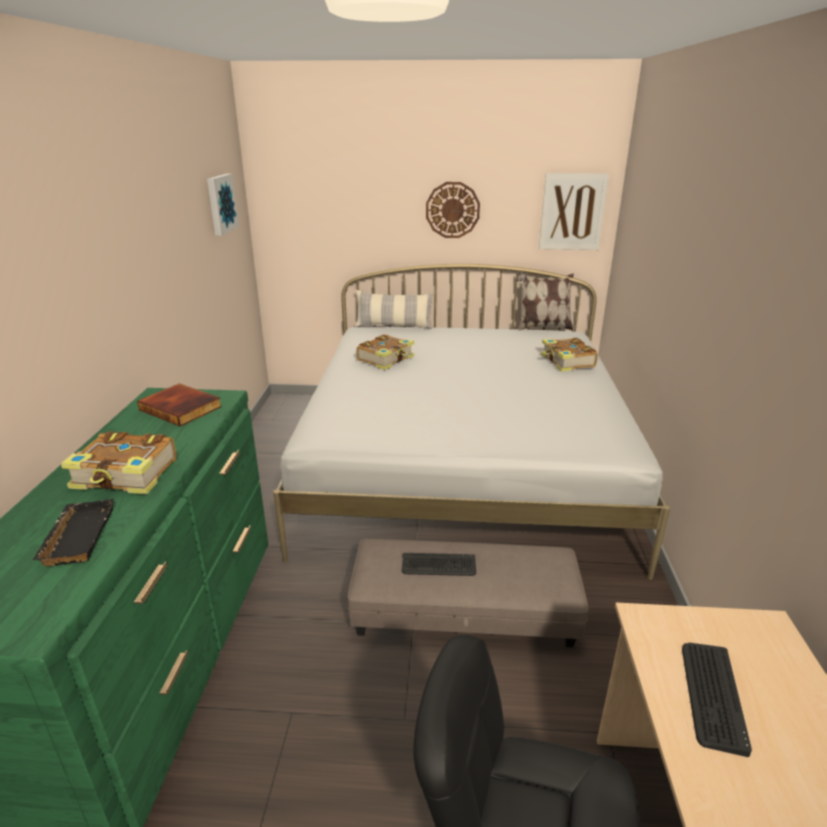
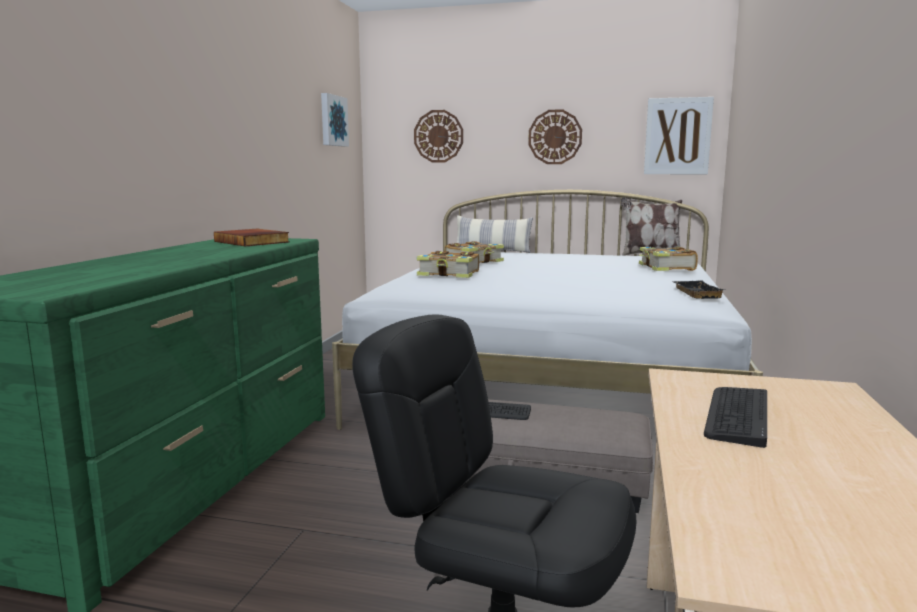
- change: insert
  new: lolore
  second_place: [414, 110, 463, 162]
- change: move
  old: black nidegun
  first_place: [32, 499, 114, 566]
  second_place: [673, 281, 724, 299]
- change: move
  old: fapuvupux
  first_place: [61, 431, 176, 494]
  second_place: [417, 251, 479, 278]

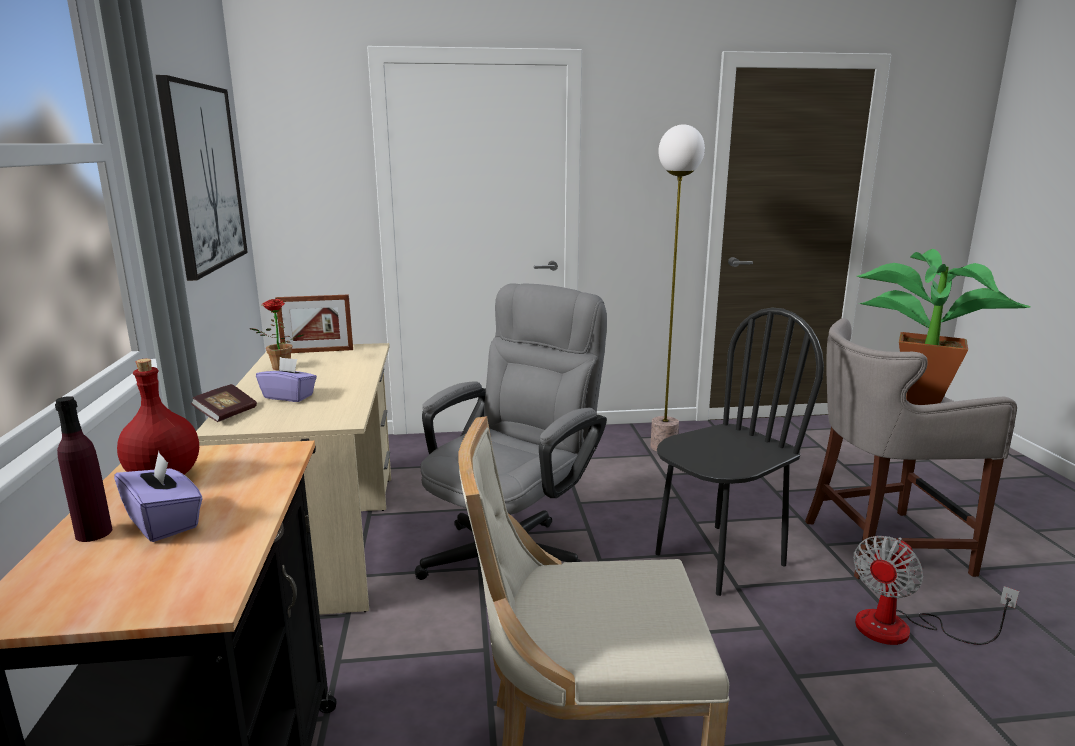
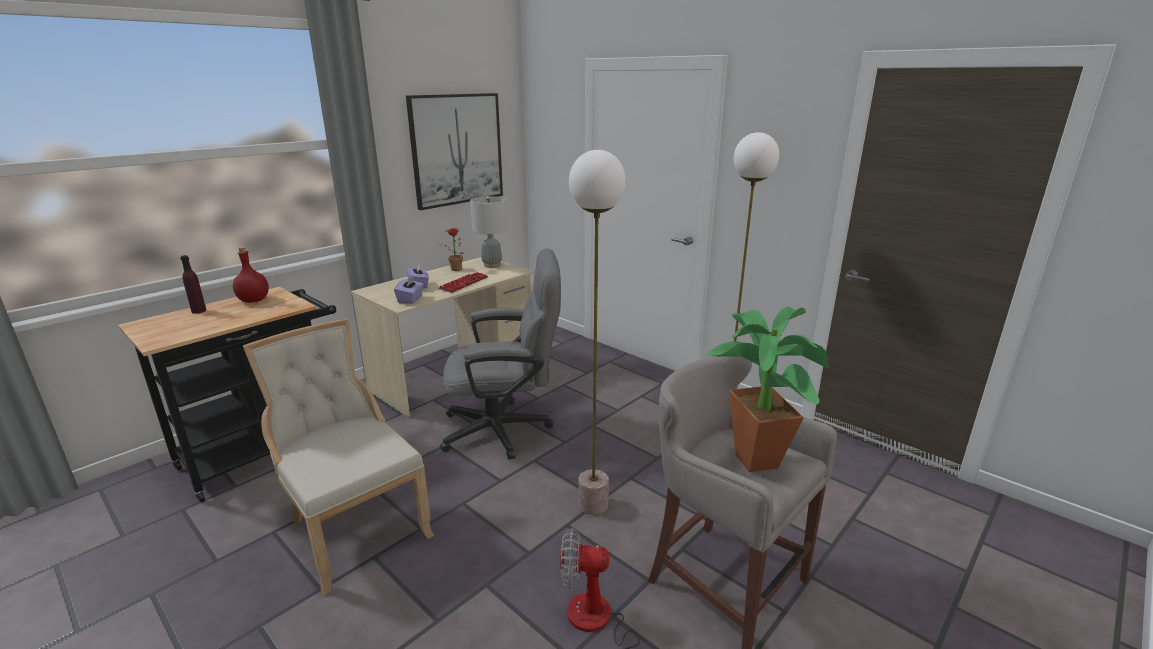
- change: delete
  old: fapuvupux
  first_place: [191, 384, 257, 422]
- change: insert
  new: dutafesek
  second_place: [439, 272, 488, 293]
- change: move
  old: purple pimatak
  first_place: [114, 451, 203, 542]
  second_place: [394, 276, 424, 304]
- change: replace
  old: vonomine
  new: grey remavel
  first_place: [275, 294, 353, 353]
  second_place: [470, 196, 508, 268]
- change: replace
  old: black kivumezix
  new: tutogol
  first_place: [655, 308, 824, 596]
  second_place: [569, 150, 626, 515]

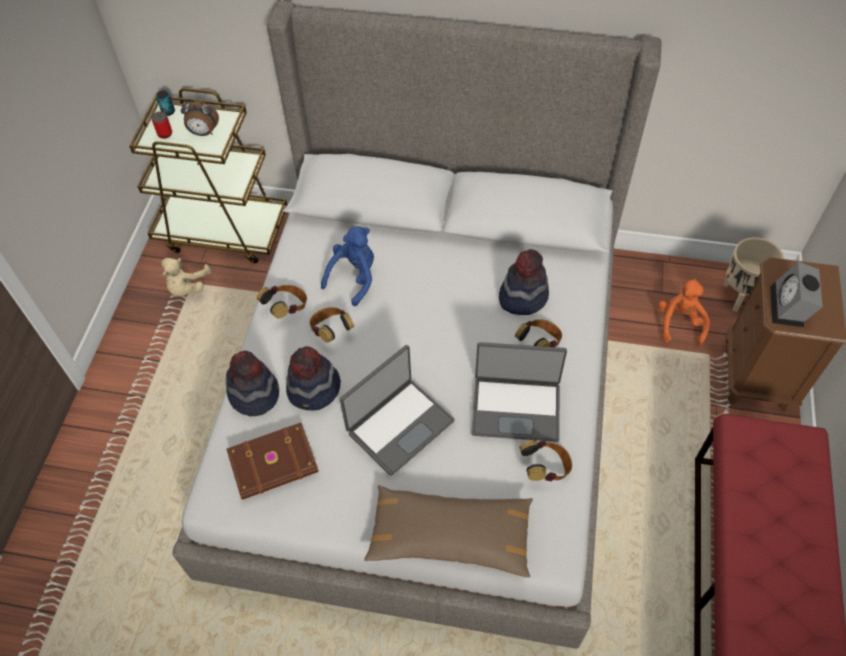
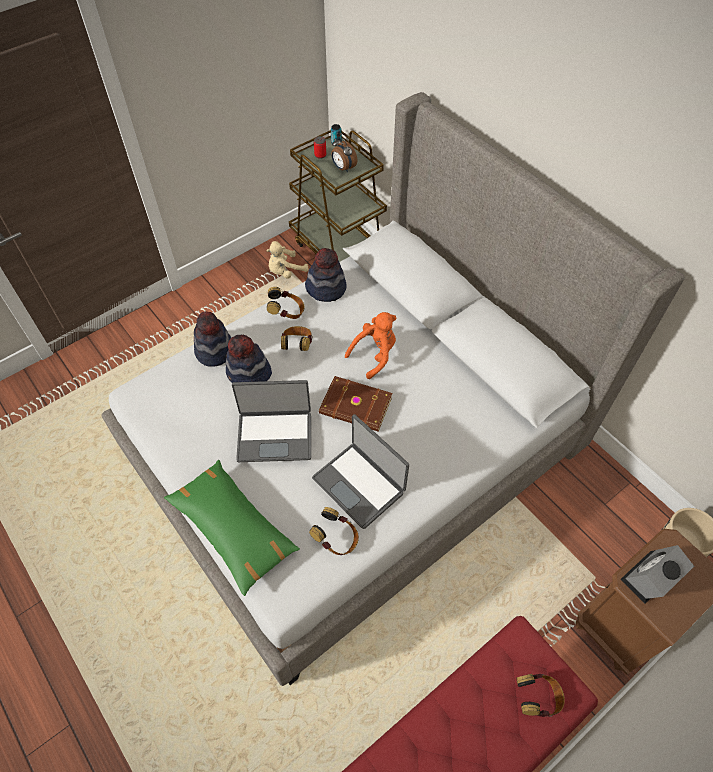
- change: delete
  old: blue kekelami
  first_place: [321, 226, 374, 306]
- change: move
  old: brown fapuvupux
  first_place: [226, 423, 319, 500]
  second_place: [319, 376, 392, 432]
- change: move
  old: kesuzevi
  first_place: [499, 249, 549, 315]
  second_place: [305, 248, 346, 302]
- change: move
  old: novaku
  first_place: [515, 319, 562, 347]
  second_place: [516, 674, 565, 717]
- change: move
  old: orange kekelami
  first_place: [658, 279, 710, 346]
  second_place: [345, 312, 397, 379]
- change: recolor
  old: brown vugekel
  new: green vugekel
  first_place: [364, 485, 533, 577]
  second_place: [164, 460, 300, 596]

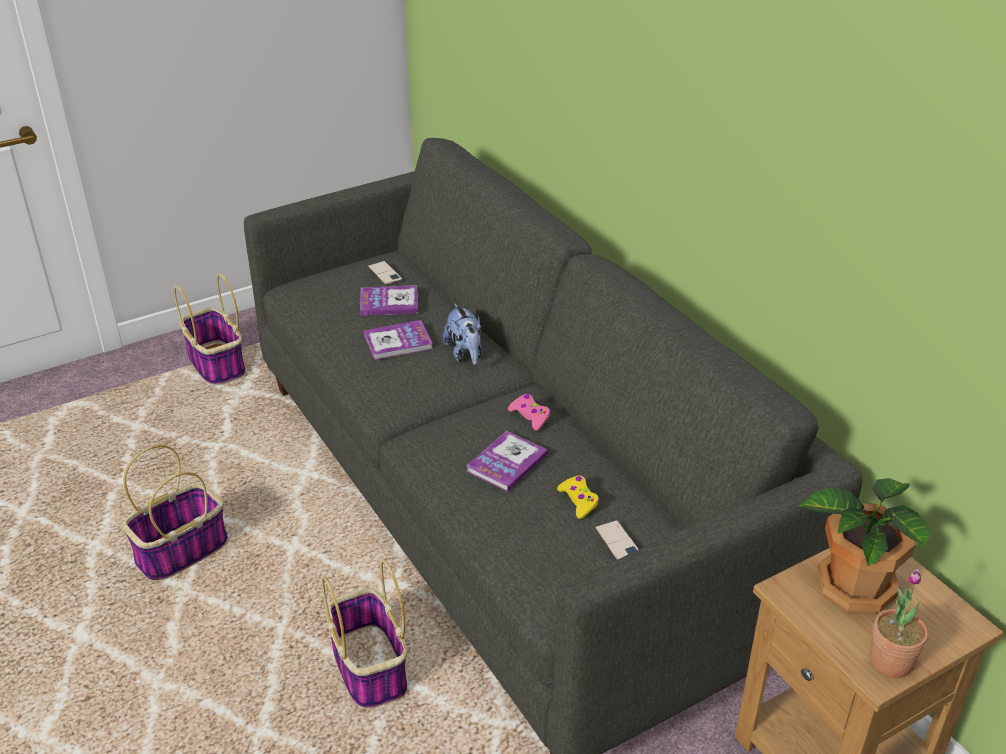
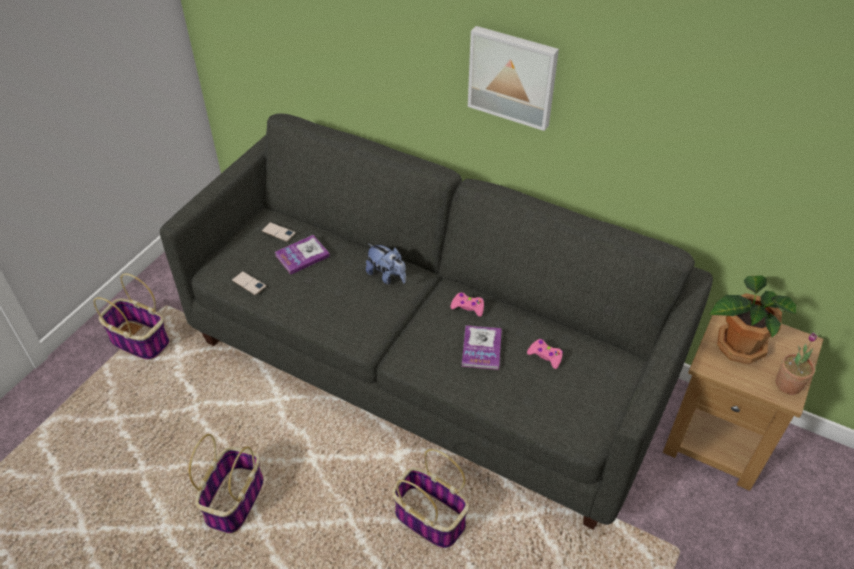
- change: delete
  old: fapuvupux
  first_place: [364, 320, 433, 360]
- change: insert
  new: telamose
  second_place: [468, 26, 559, 131]
- change: move
  old: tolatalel
  first_place: [595, 520, 639, 559]
  second_place: [232, 271, 267, 295]
- change: recolor
  old: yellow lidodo
  new: pink lidodo
  first_place: [557, 476, 600, 519]
  second_place: [527, 339, 563, 369]

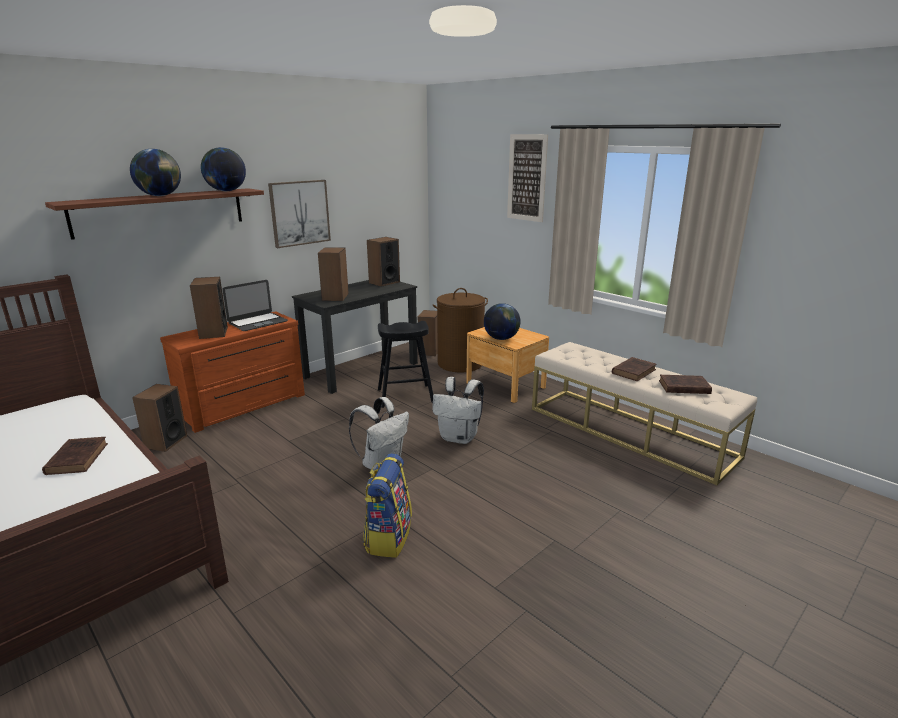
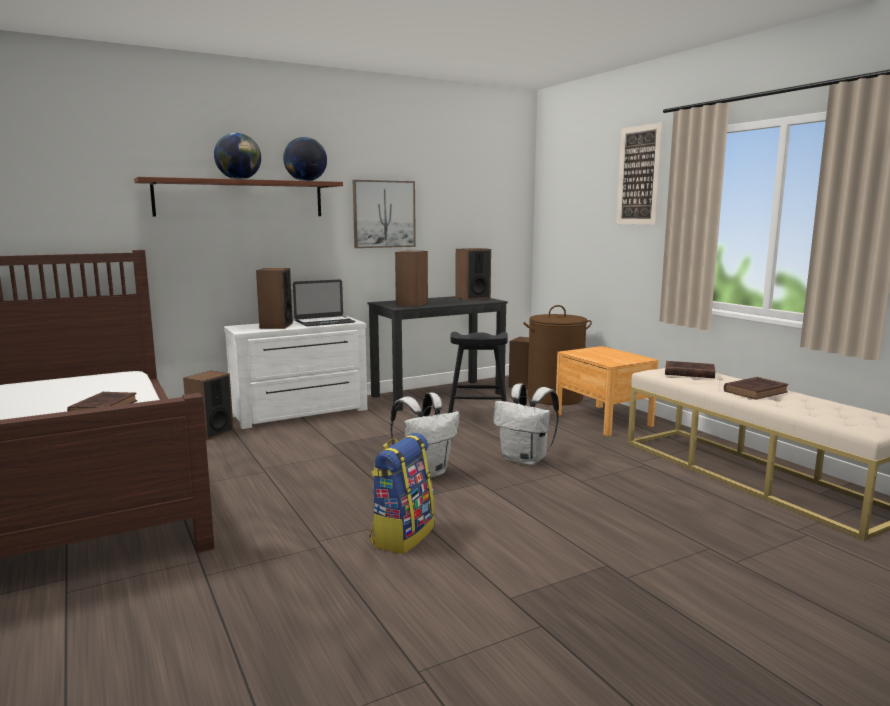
- change: delete
  old: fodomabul
  first_place: [484, 303, 521, 340]
- change: move
  old: brown fapuvupux
  first_place: [659, 375, 712, 394]
  second_place: [665, 361, 715, 378]
- change: recolor
  old: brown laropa
  new: white laropa
  first_place: [160, 311, 305, 433]
  second_place: [224, 317, 367, 429]

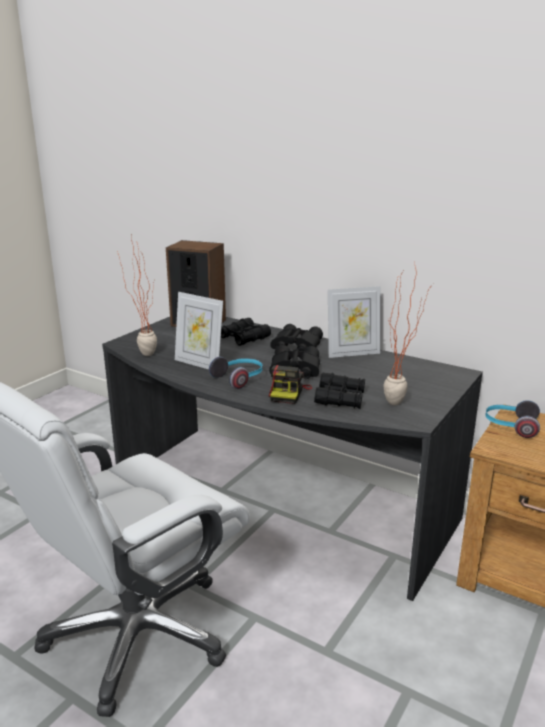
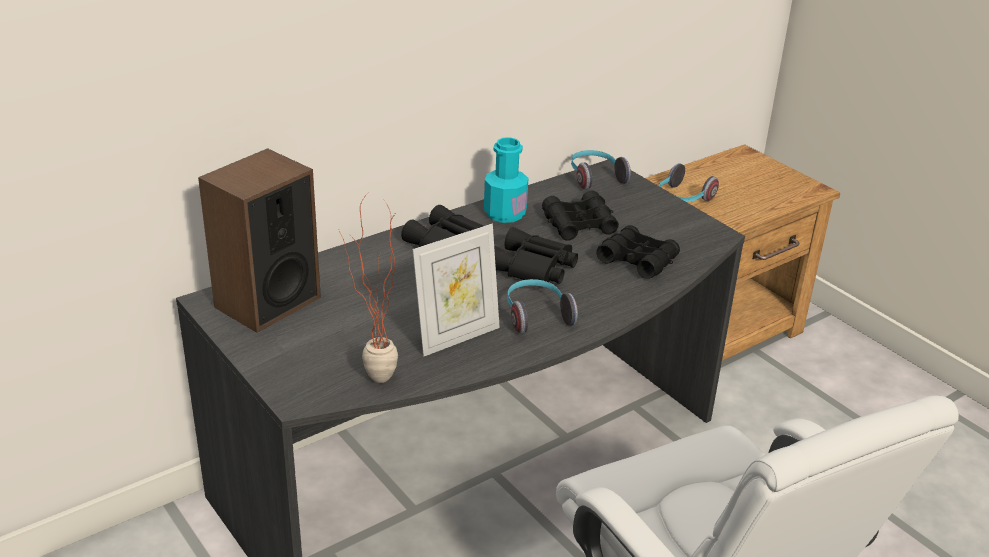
- change: delete
  old: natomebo
  first_place: [269, 365, 312, 404]
- change: delete
  old: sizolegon
  first_place: [383, 261, 433, 405]
- change: insert
  new: novaku
  second_place: [571, 150, 631, 190]
- change: move
  old: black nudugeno
  first_place: [221, 318, 271, 346]
  second_place: [542, 190, 619, 241]
- change: replace
  old: vonomine
  new: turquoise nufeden
  first_place: [328, 286, 380, 358]
  second_place: [484, 137, 529, 223]

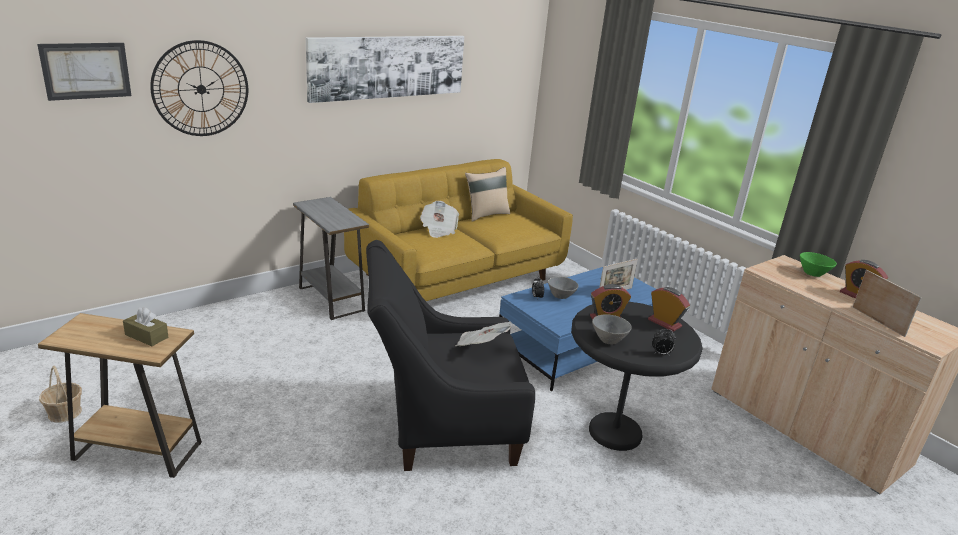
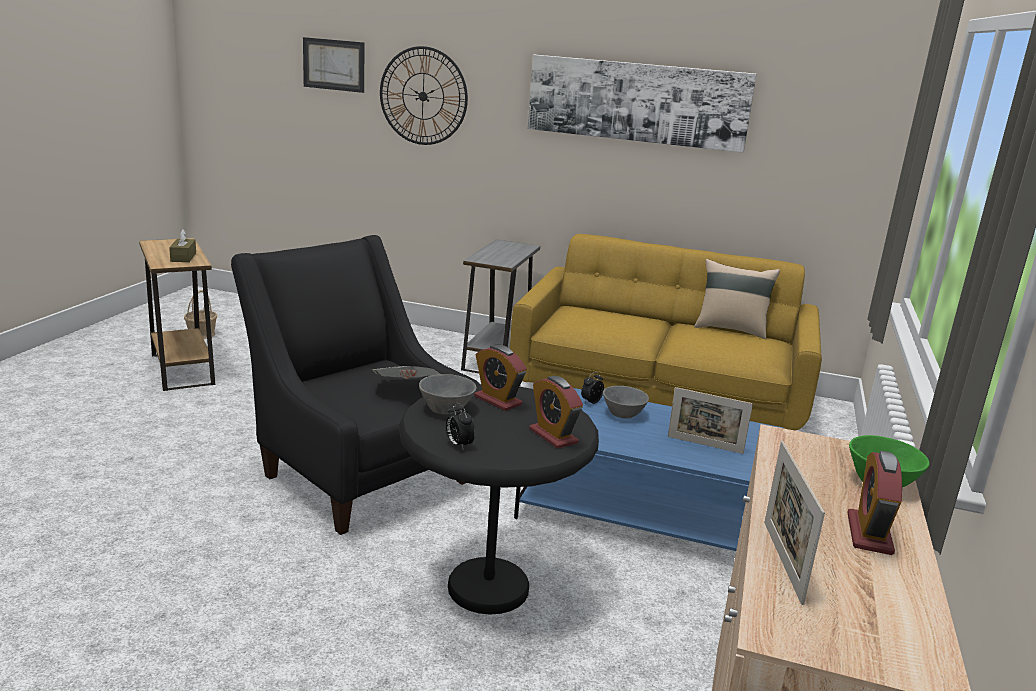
- change: delete
  old: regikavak
  first_place: [420, 201, 459, 238]
- change: rotate
  old: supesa
  first_place: [648, 287, 690, 332]
  second_place: [529, 376, 583, 449]
  degrees: 135
- change: rotate
  old: vonomine
  first_place: [853, 270, 922, 337]
  second_place: [764, 441, 825, 605]
  degrees: 150

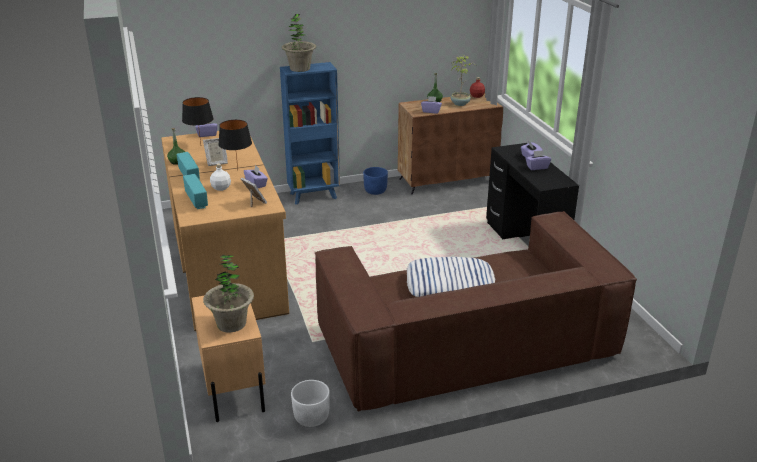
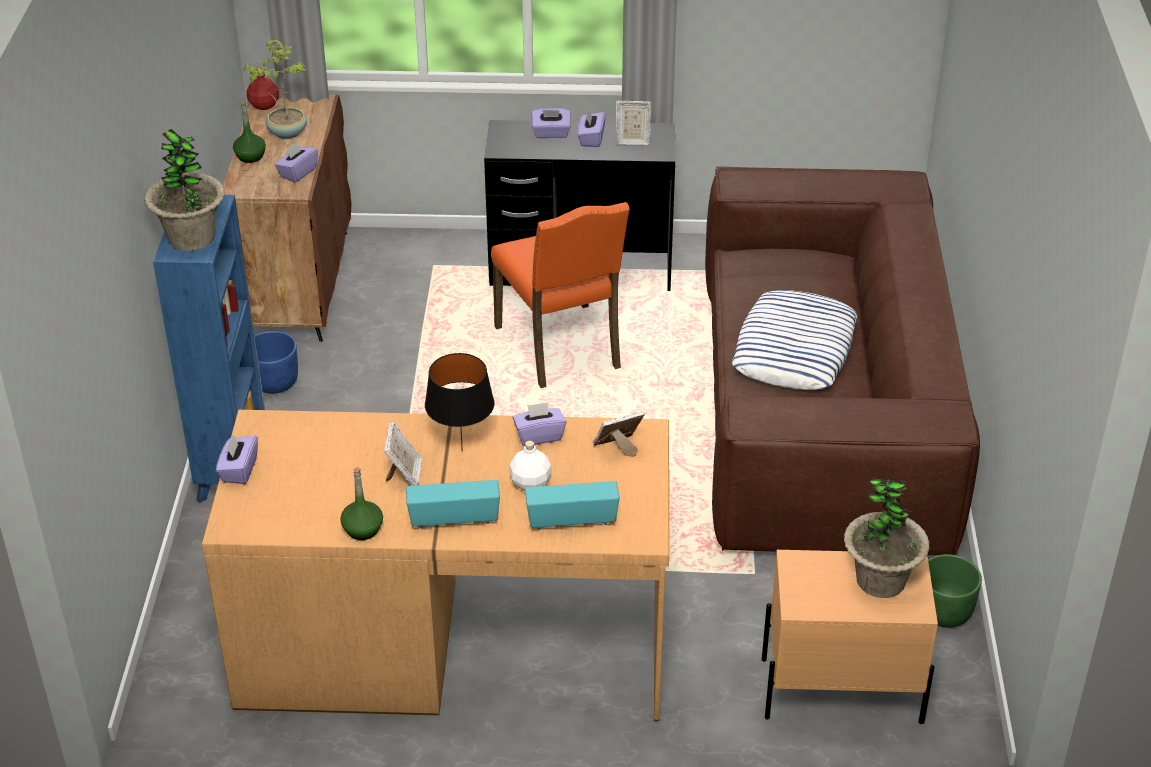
- change: delete
  old: black remavel
  first_place: [182, 97, 214, 143]
- change: insert
  new: orange kivumezix
  second_place: [491, 202, 630, 388]
- change: insert
  new: vonomine
  second_place: [616, 101, 651, 146]
- change: recolor
  old: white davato
  new: green davato
  first_place: [291, 380, 330, 427]
  second_place: [928, 554, 982, 628]

